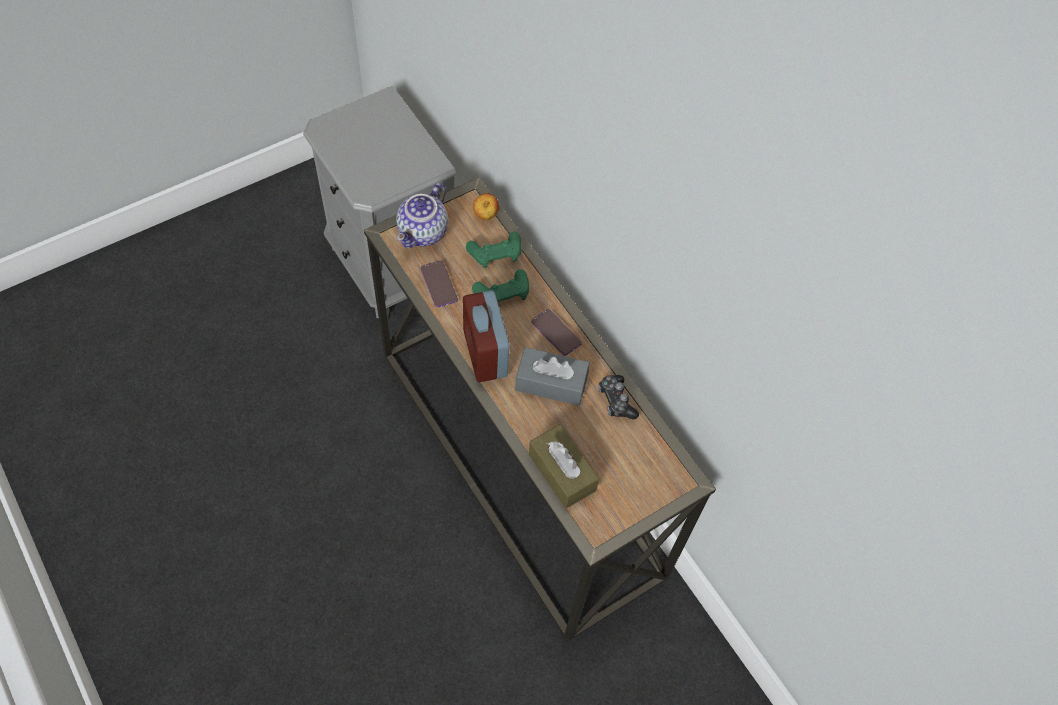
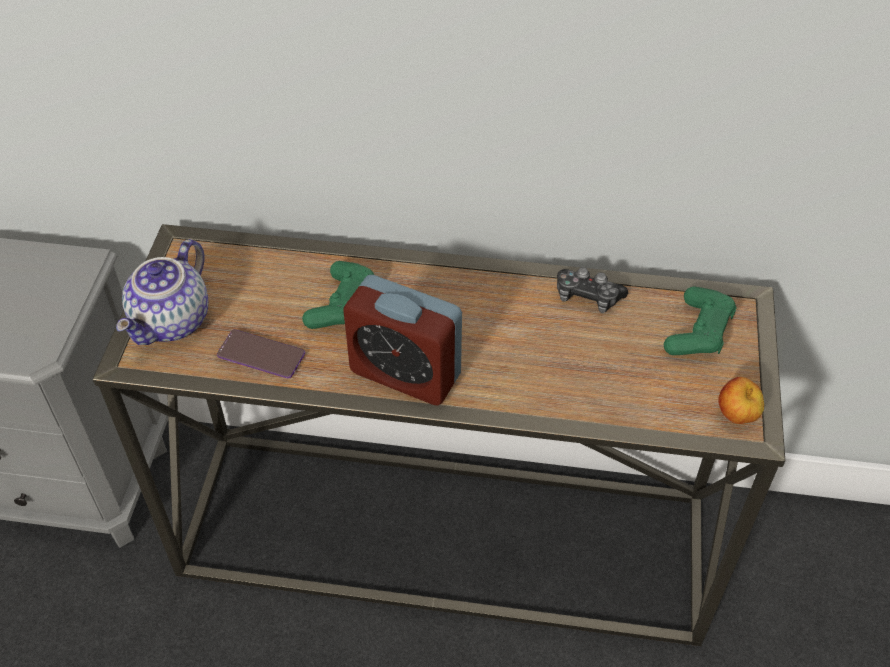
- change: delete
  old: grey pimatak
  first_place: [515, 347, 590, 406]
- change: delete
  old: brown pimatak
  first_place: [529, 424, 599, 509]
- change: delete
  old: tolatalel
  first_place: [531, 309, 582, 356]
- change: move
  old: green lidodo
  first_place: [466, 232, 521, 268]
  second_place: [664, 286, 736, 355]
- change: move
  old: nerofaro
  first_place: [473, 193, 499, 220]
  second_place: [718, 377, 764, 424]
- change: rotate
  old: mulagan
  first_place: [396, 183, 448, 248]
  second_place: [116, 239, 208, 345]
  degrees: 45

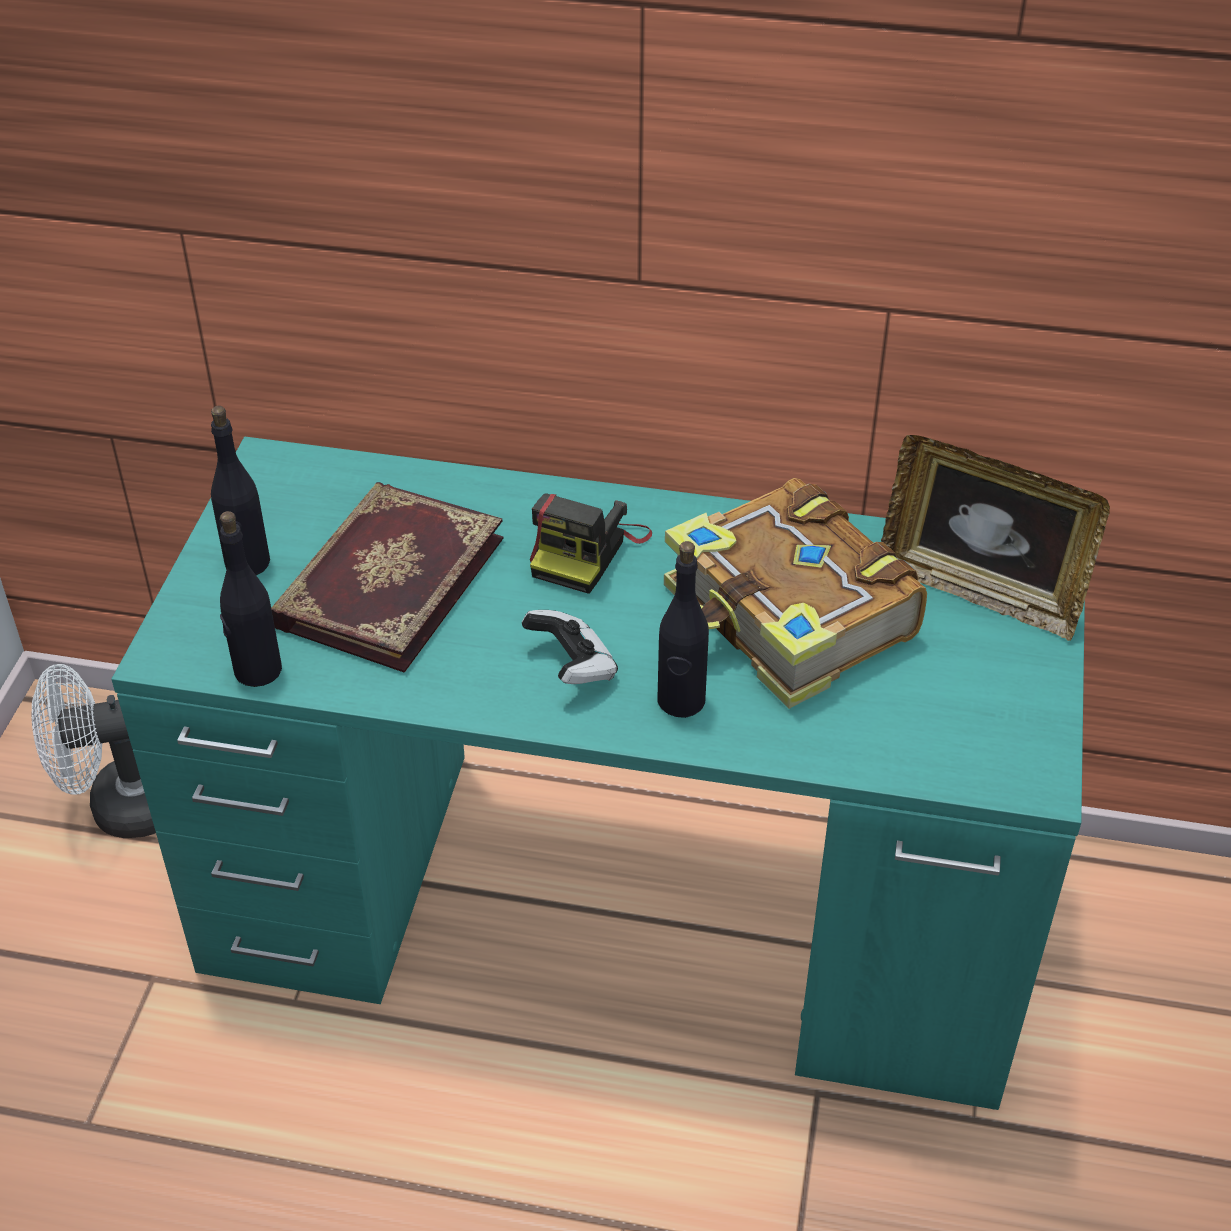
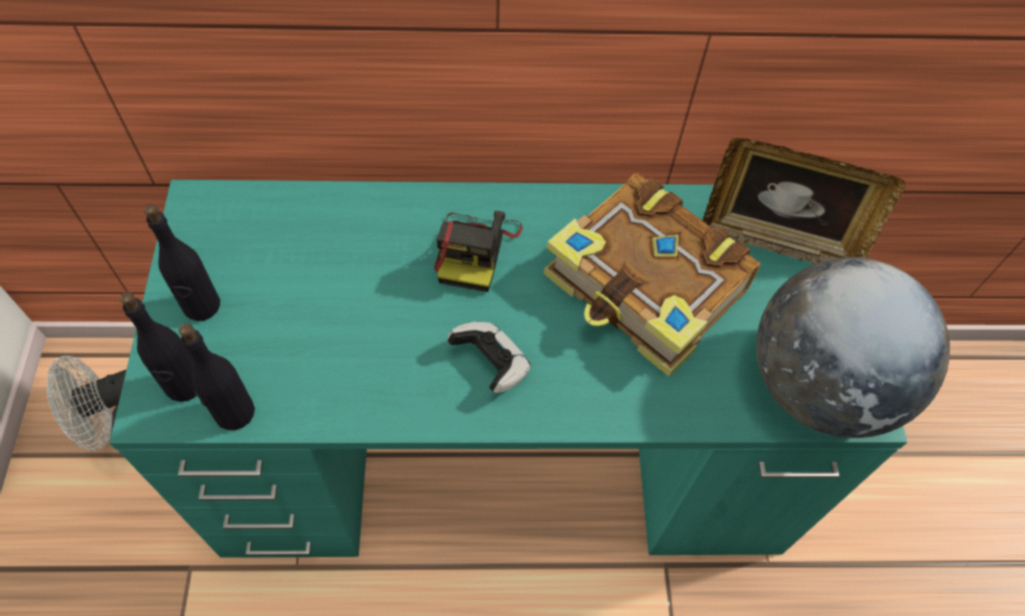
- change: delete
  old: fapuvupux
  first_place: [271, 482, 503, 673]
- change: insert
  new: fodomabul
  second_place: [756, 257, 950, 438]
- change: move
  old: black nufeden
  first_place: [657, 541, 709, 718]
  second_place: [120, 292, 197, 402]

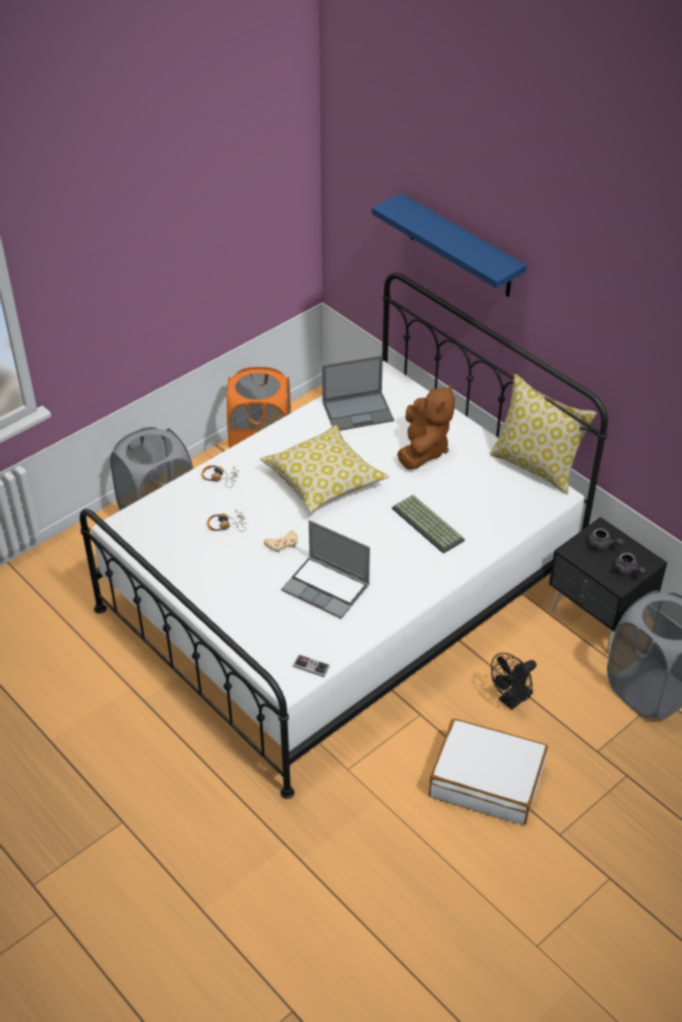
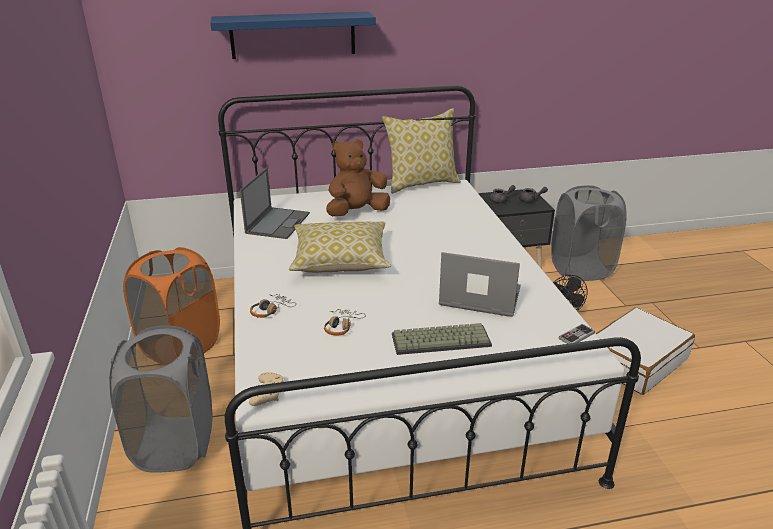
- change: move
  old: beige lidodo
  first_place: [264, 531, 297, 553]
  second_place: [249, 372, 284, 406]
- change: move
  old: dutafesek
  first_place: [392, 495, 465, 554]
  second_place: [392, 323, 492, 355]
- change: rotate
  old: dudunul
  first_place: [281, 520, 370, 619]
  second_place: [439, 252, 521, 317]
  degrees: -135
- change: rotate
  old: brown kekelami
  first_place: [397, 384, 455, 469]
  second_place: [326, 139, 390, 216]
  degrees: -75

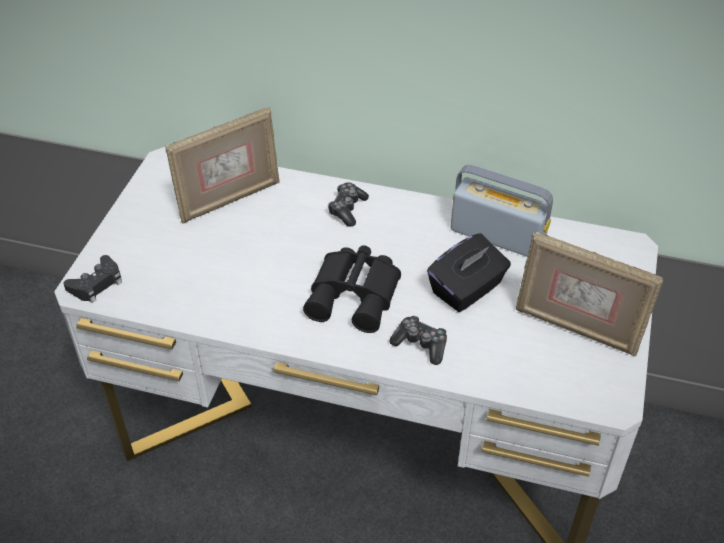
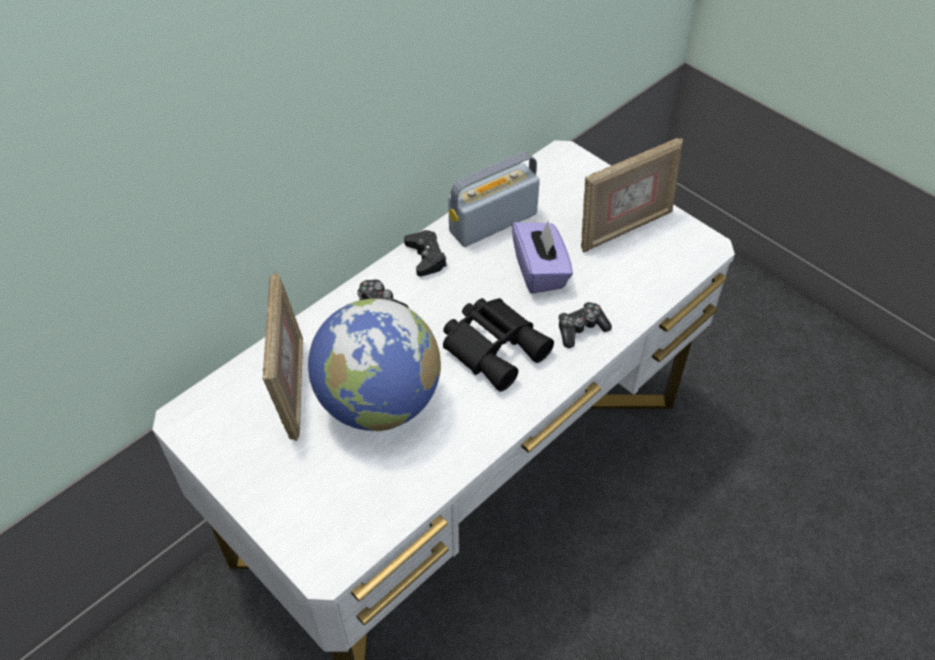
- change: insert
  new: fodomabul
  second_place: [308, 299, 441, 431]
- change: move
  old: black lidodo
  first_place: [63, 255, 122, 303]
  second_place: [404, 230, 447, 276]
- change: recolor
  old: black pimatak
  new: purple pimatak
  first_place: [427, 233, 511, 312]
  second_place: [512, 220, 573, 293]

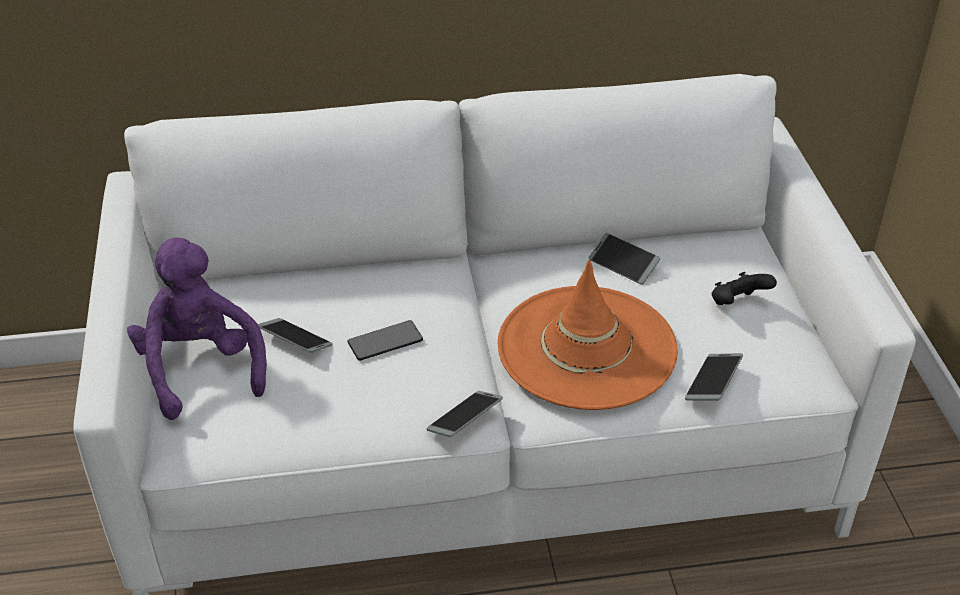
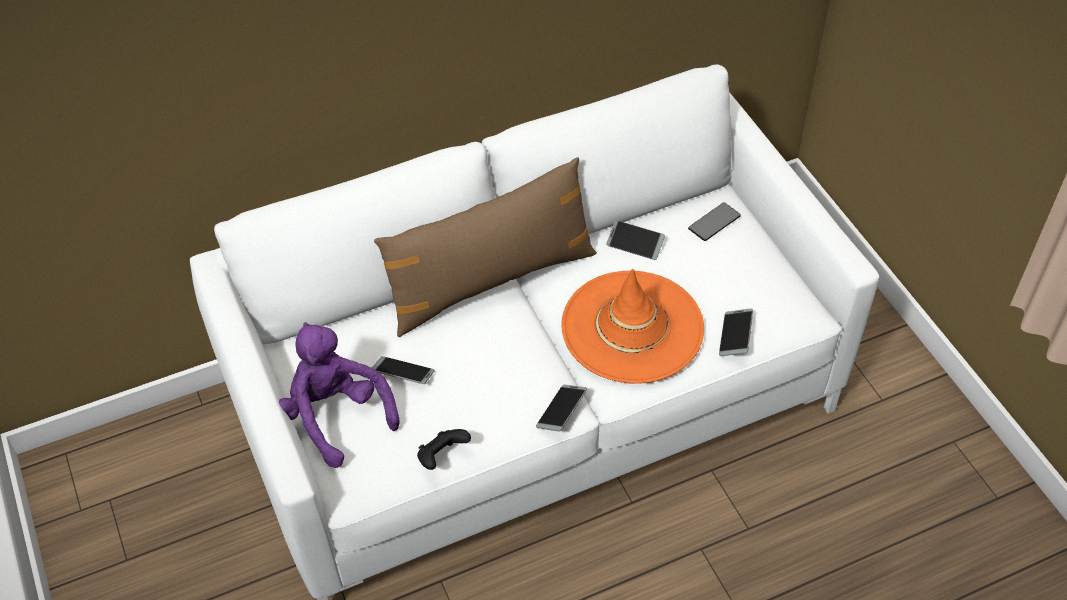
- change: insert
  new: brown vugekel
  second_place: [374, 157, 597, 337]
- change: move
  old: tolatalel
  first_place: [347, 320, 423, 361]
  second_place: [688, 202, 741, 241]
- change: move
  old: black lidodo
  first_place: [712, 272, 777, 305]
  second_place: [417, 429, 471, 470]

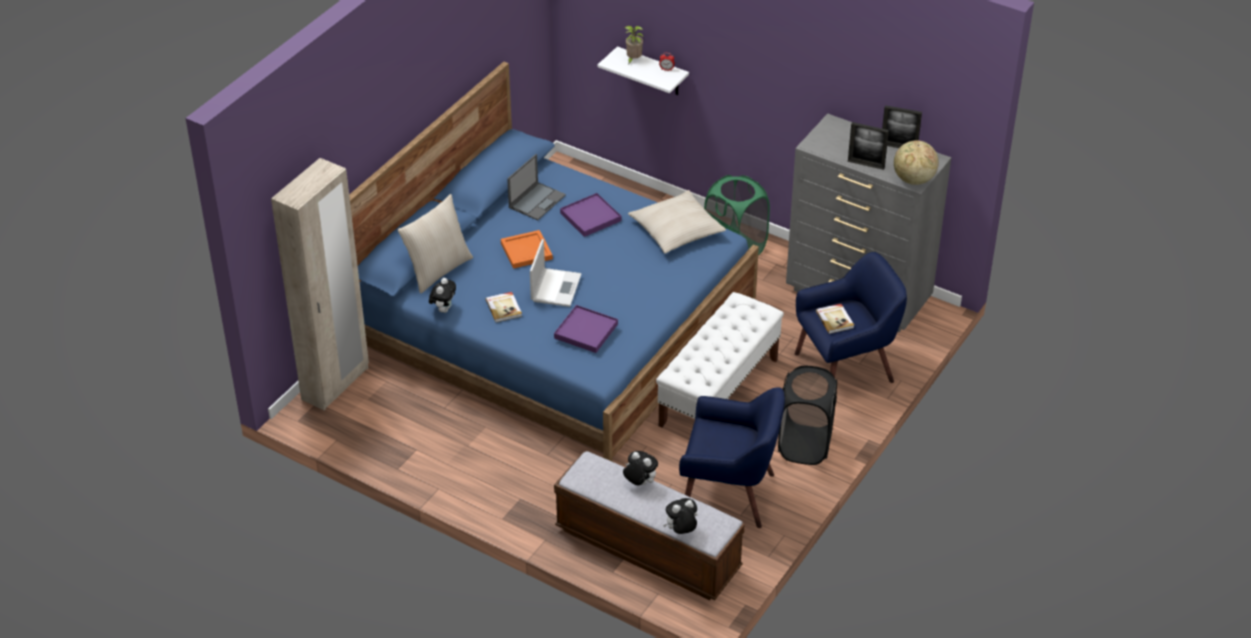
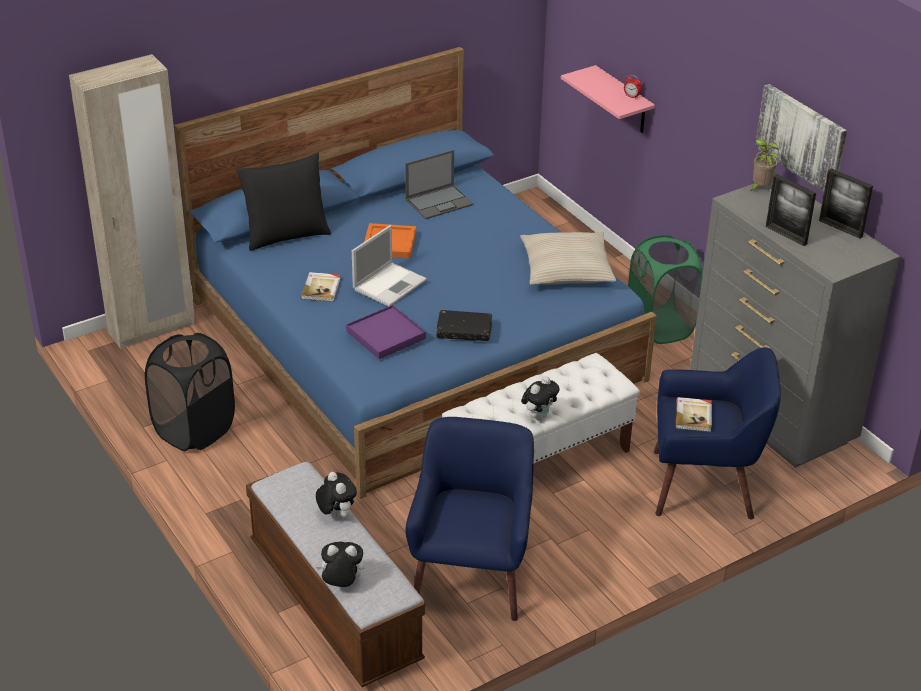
- change: delete
  old: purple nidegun
  first_place: [560, 193, 621, 237]
- change: delete
  old: fodomabul
  first_place: [894, 140, 939, 185]
- change: insert
  new: black fapuvupux
  second_place: [436, 310, 492, 341]
- change: insert
  new: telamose
  second_place: [755, 84, 847, 192]
- change: move
  old: kekelami
  first_place: [429, 278, 456, 313]
  second_place: [521, 376, 560, 420]
- change: move
  old: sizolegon
  first_place: [624, 26, 643, 64]
  second_place: [750, 139, 779, 191]
- change: move
  old: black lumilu
  first_place: [778, 366, 837, 465]
  second_place: [145, 333, 235, 451]
- change: recolor
  old: beige vugekel
  new: black vugekel
  first_place: [398, 194, 473, 294]
  second_place: [237, 153, 331, 251]
- change: recolor
  old: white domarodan
  new: pink domarodan
  first_place: [598, 46, 689, 95]
  second_place: [561, 65, 655, 133]
- change: rotate
  old: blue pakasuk
  first_place: [679, 387, 785, 528]
  second_place: [406, 417, 534, 621]
  degrees: -120

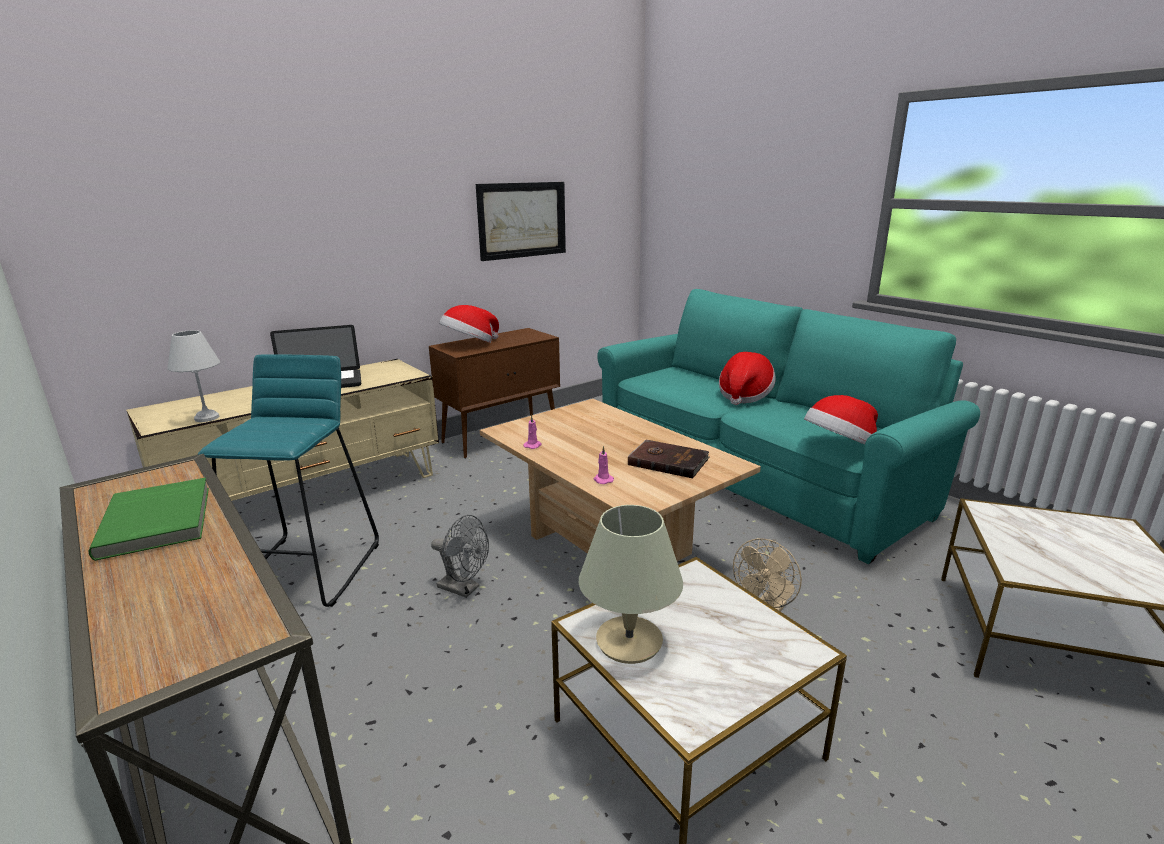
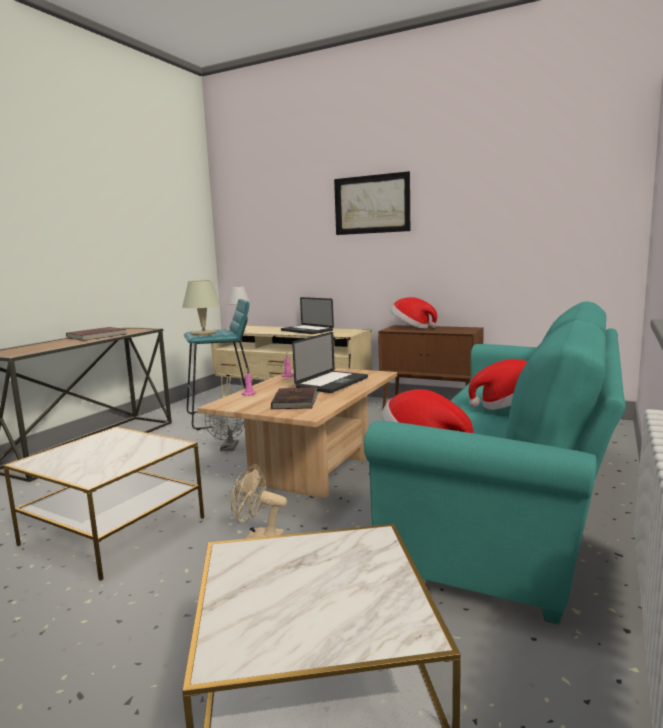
- change: insert
  new: dudunul
  second_place: [292, 332, 368, 393]
- change: move
  old: telamose
  first_place: [476, 182, 566, 261]
  second_place: [334, 171, 410, 235]
- change: move
  old: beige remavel
  first_place: [579, 505, 683, 664]
  second_place: [182, 280, 221, 335]
- change: recolor
  old: green fapuvupux
  new: red fapuvupux
  first_place: [89, 478, 209, 561]
  second_place: [66, 327, 126, 341]

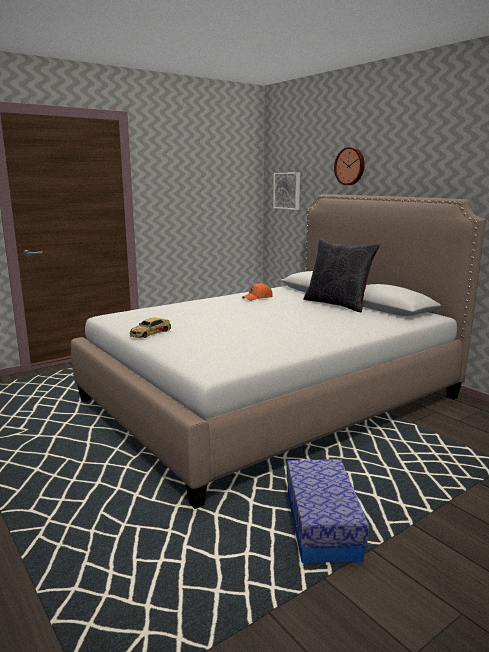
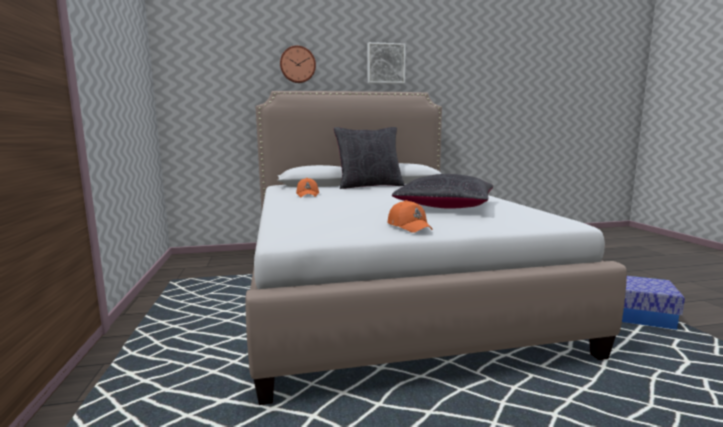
- change: insert
  new: black vugekel
  second_place: [392, 174, 493, 209]
- change: move
  old: telamose
  first_place: [273, 173, 300, 210]
  second_place: [367, 42, 405, 84]
- change: replace
  old: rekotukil
  new: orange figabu
  first_place: [130, 318, 171, 338]
  second_place: [387, 200, 432, 233]

